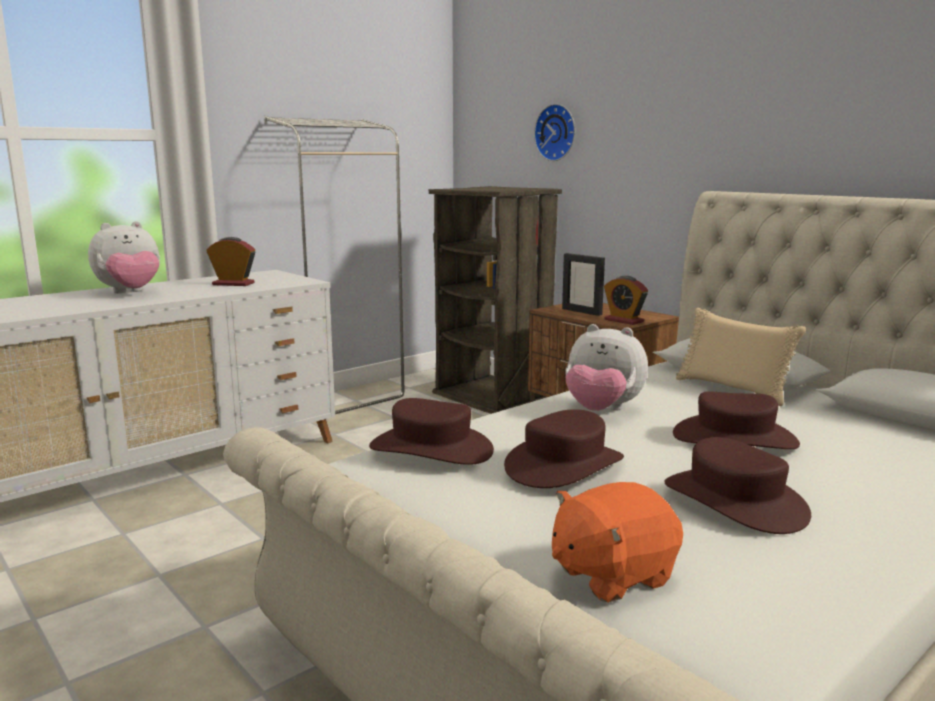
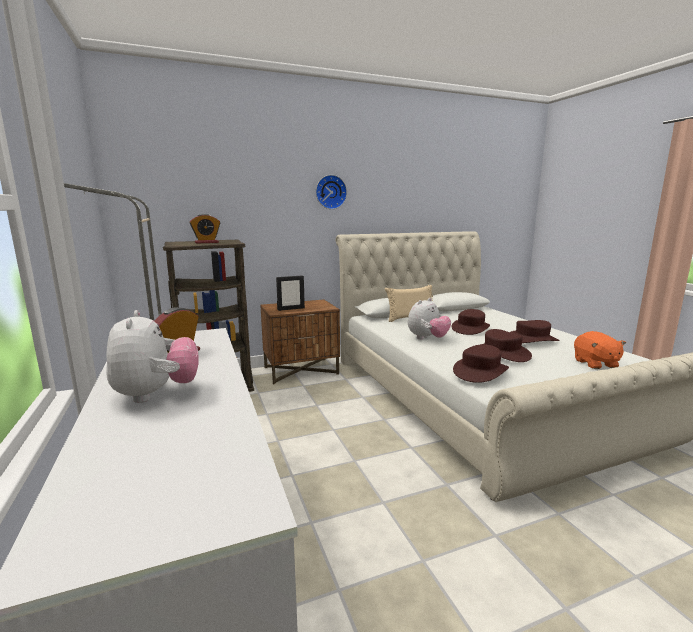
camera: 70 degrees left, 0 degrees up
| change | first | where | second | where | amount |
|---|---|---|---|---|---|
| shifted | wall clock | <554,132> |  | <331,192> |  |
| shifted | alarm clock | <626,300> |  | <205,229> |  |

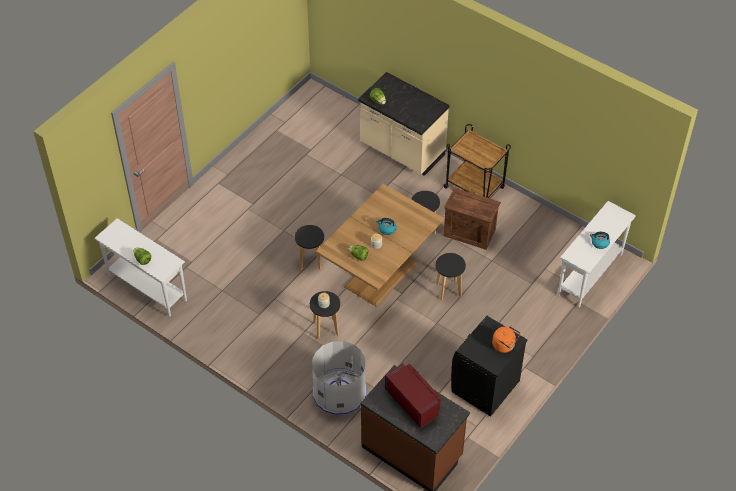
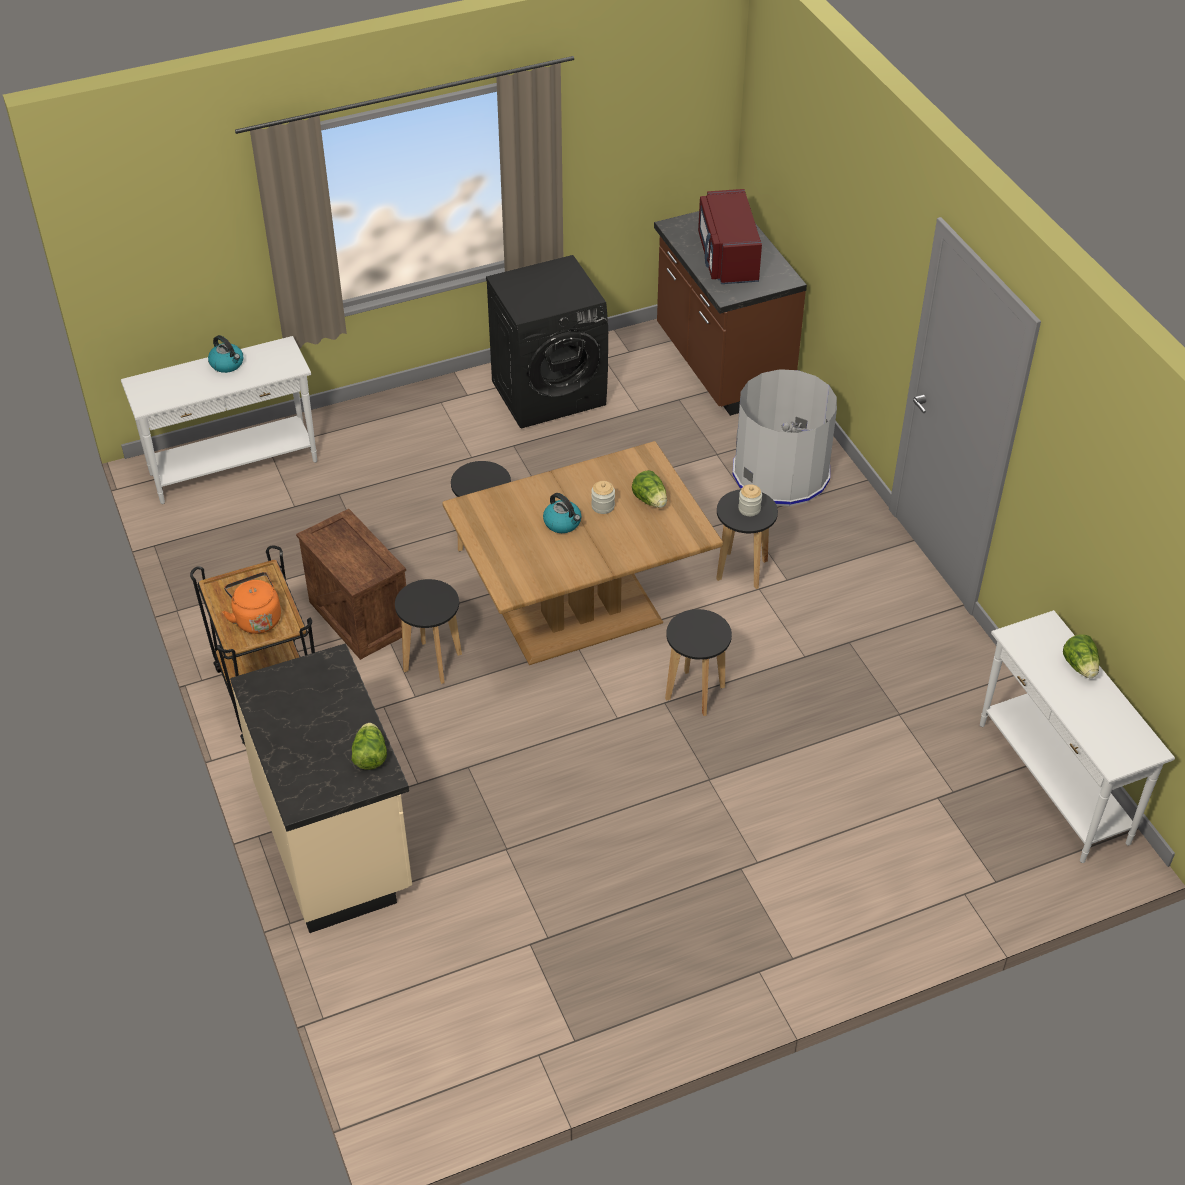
camera: 150 degrees left, 5 degrees down
| change | first | where | second | where | amount |
|---|---|---|---|---|---|
| shifted | kettle (orange) | <506,339> |  | <251,603> |  |

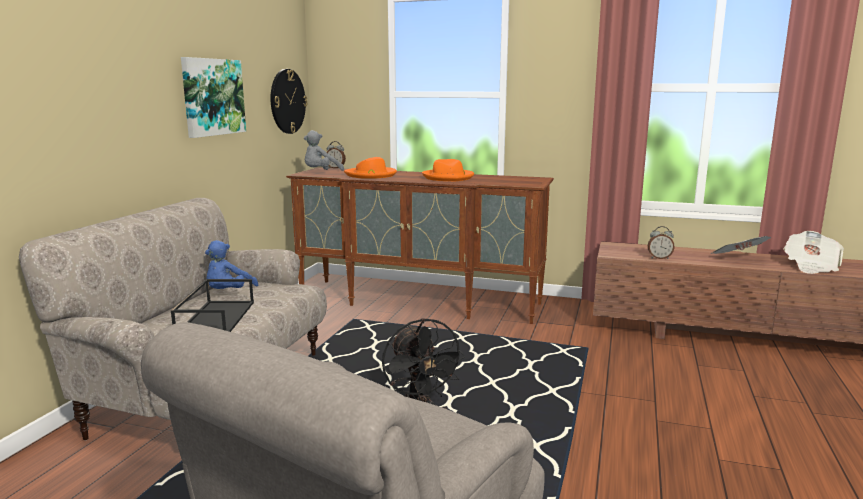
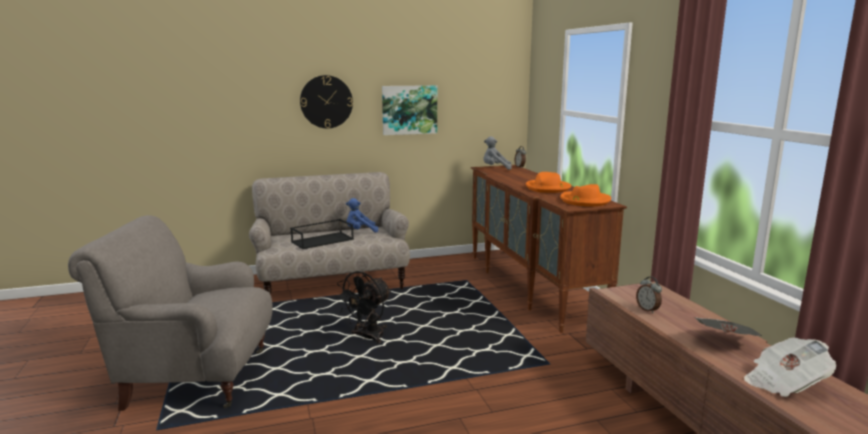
camera: 55 degrees right, 0 degrees up
| change | first | where | second | where | amount |
|---|---|---|---|---|---|
| shifted | wall clock | <289,101> |  | <326,101> |  |
| shifted | hat (orange) | <370,168> |  | <585,195> |  |

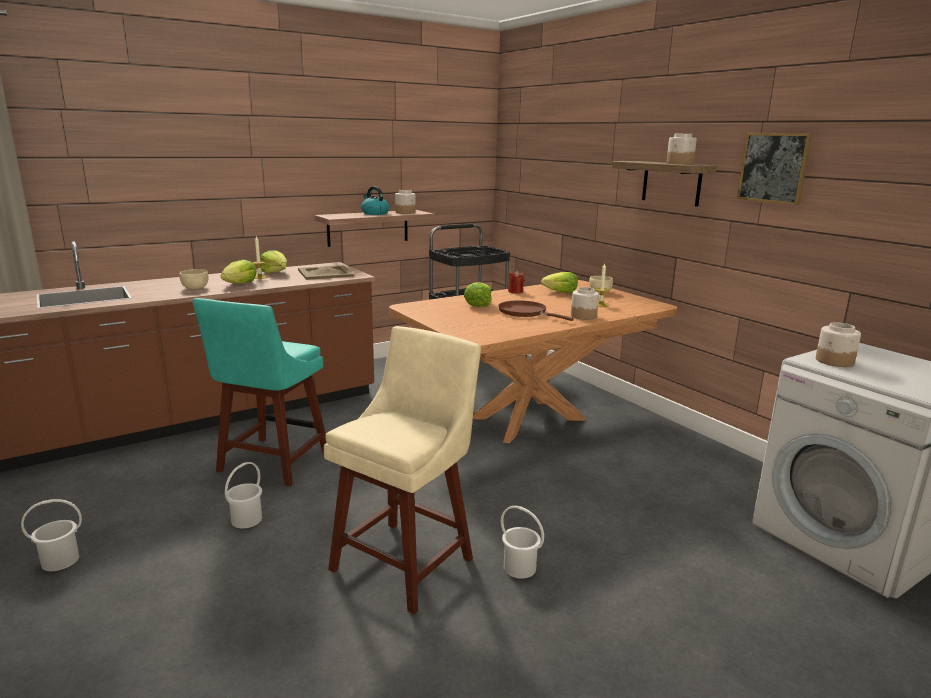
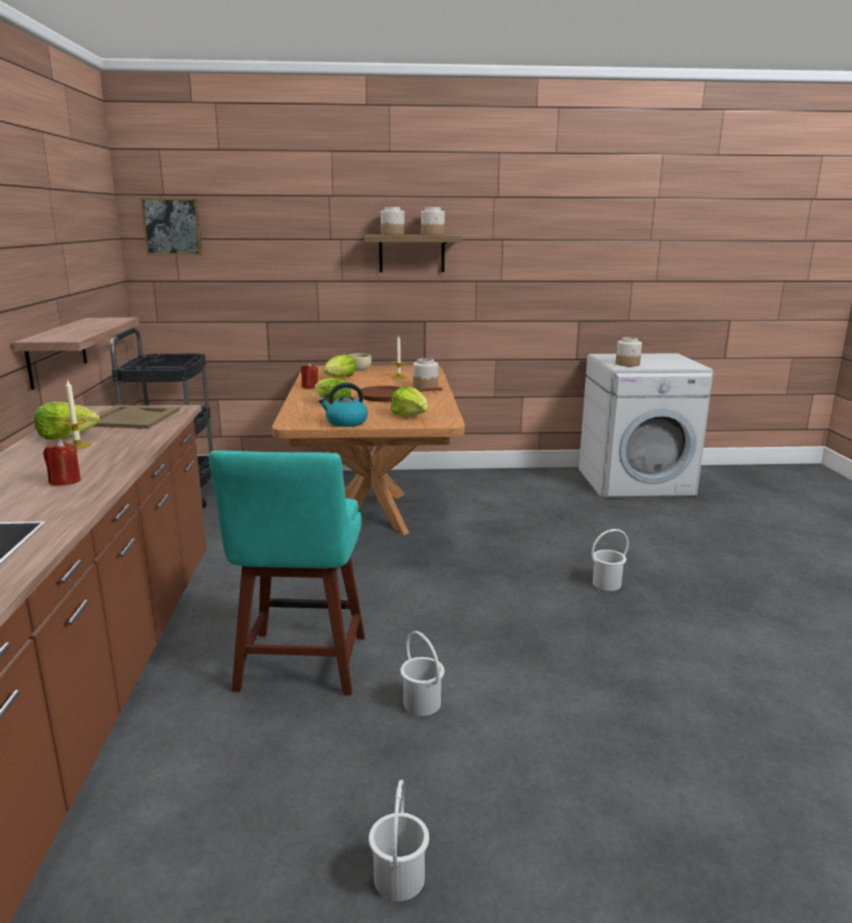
camera: 60 degrees left, 0 degrees up
| change | first | where | second | where | amount |
|---|---|---|---|---|---|
| shifted | picture | <774,169> |  | <171,226> |  |
| shifted | kettle | <375,200> |  | <343,405> |  |
| shifted | jar | <405,202> |  | <393,221> |  |
| shifted | lettuce | <239,271> |  | <410,402> |  |
| swapped | bowl (beige) | <194,279> | candle (red) | <62,463> |  |
| rotated | chair (turquoise) | <259,392> |  | <287,573> | 45 degrees clockwise |
| gone | chair (beige) | <402,470> |  |  |  |

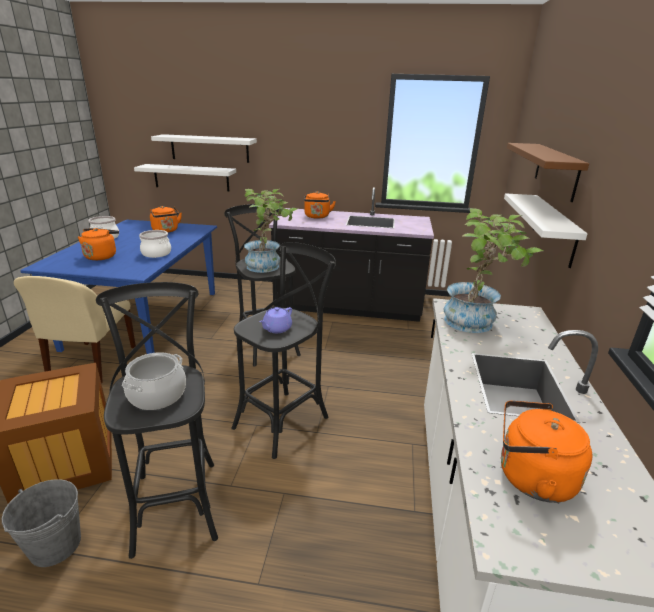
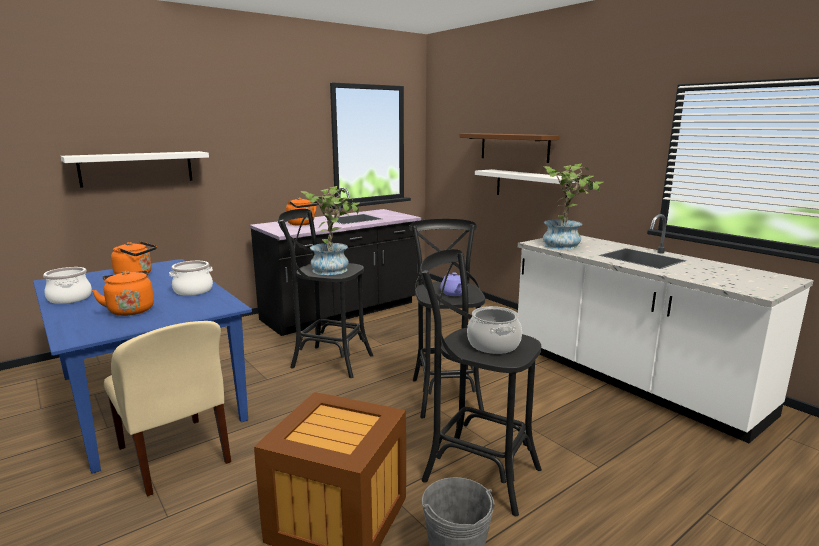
camera: 45 degrees left, 10 degrees down
| change | first | where | second | where | amount |
|---|---|---|---|---|---|
| gone | shelf (white) | <185,177> |  |  |  |
| gone | kettle (orange) | <546,451> |  |  |  |

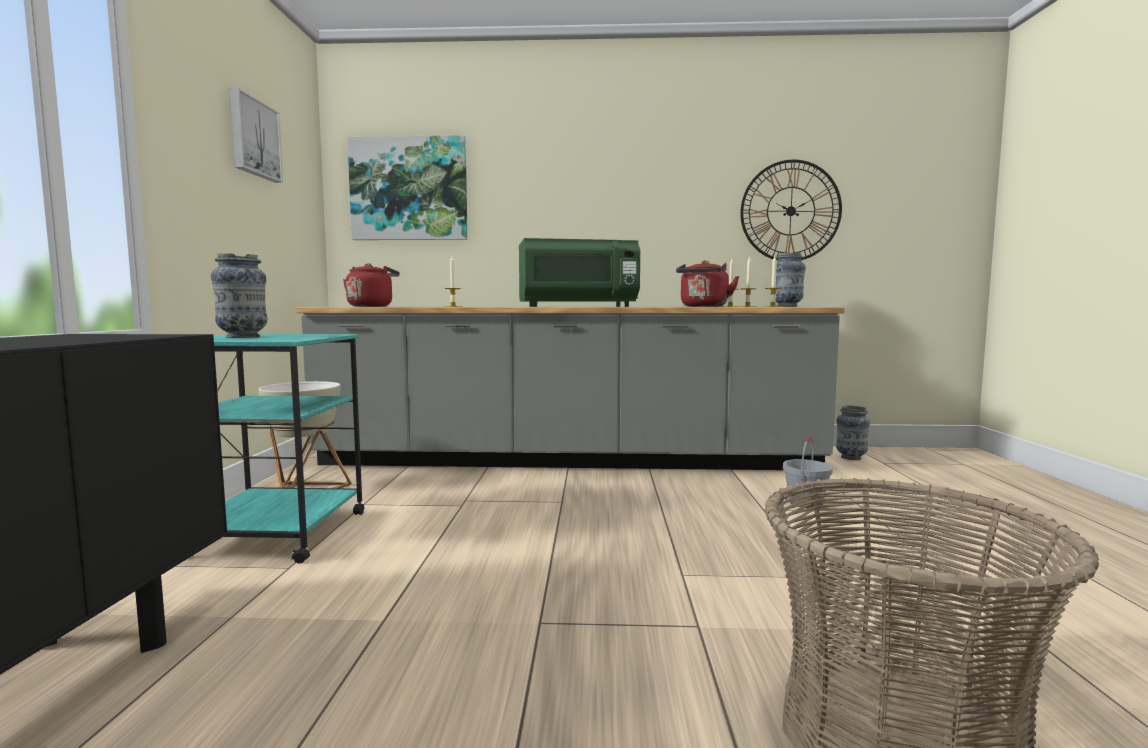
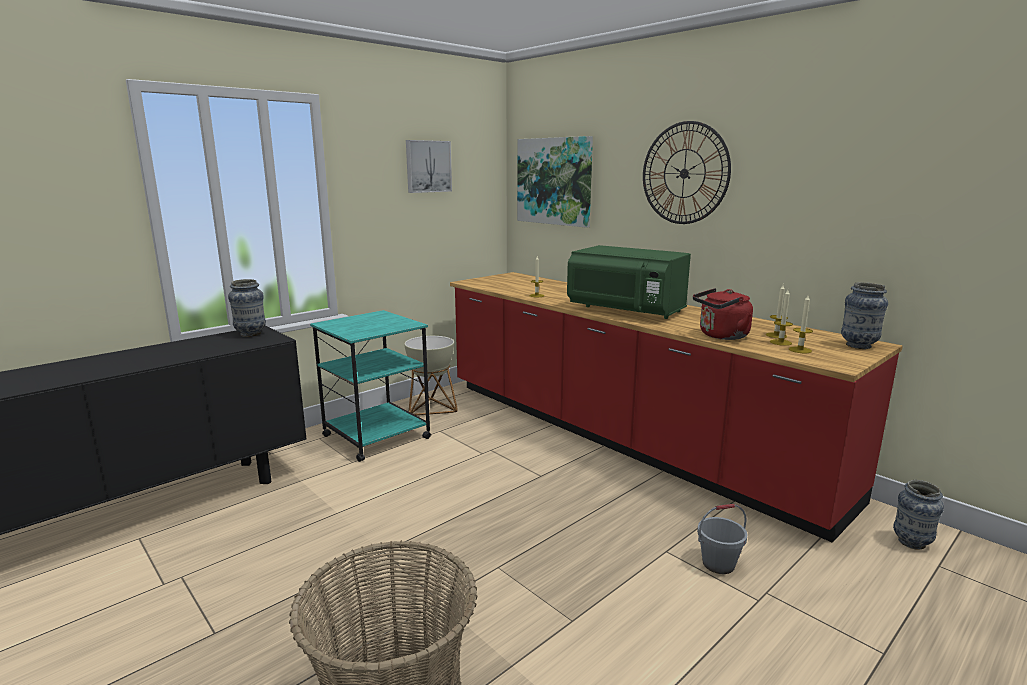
camera: 45 degrees right, 10 degrees up
| change | first | where | second | where | amount |
|---|---|---|---|---|---|
| shifted | wall clock | <791,210> |  | <687,172> |  |
| shifted | vase | <239,295> |  | <247,308> |  |
| gone | kettle (red) | <371,285> |  |  |  |
| repainted | counter (grey) | <570,388> | counter (red) | <676,407> |  |

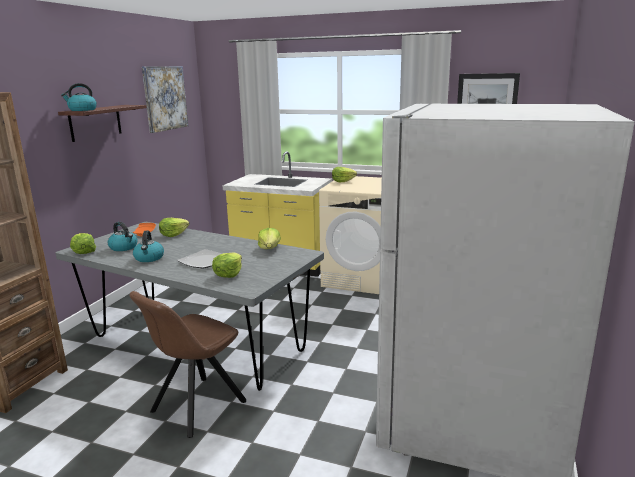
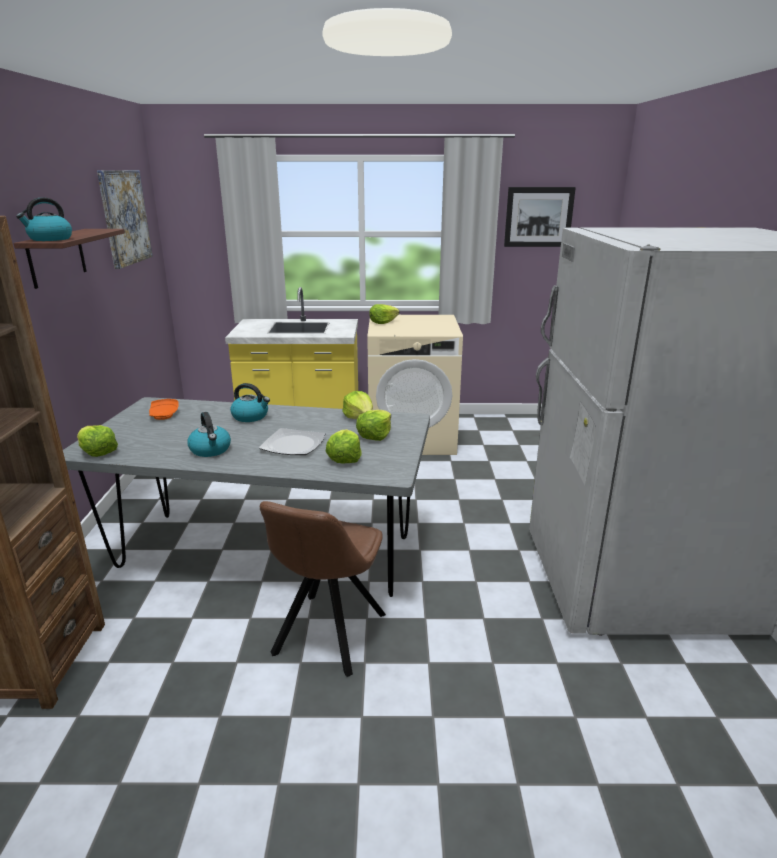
camera: 20 degrees left, 5 degrees up
| change | first | where | second | where | amount |
|---|---|---|---|---|---|
| shifted | lettuce | <174,227> |  | <373,425> |  |
| shifted | kettle | <122,236> |  | <250,402> |  |

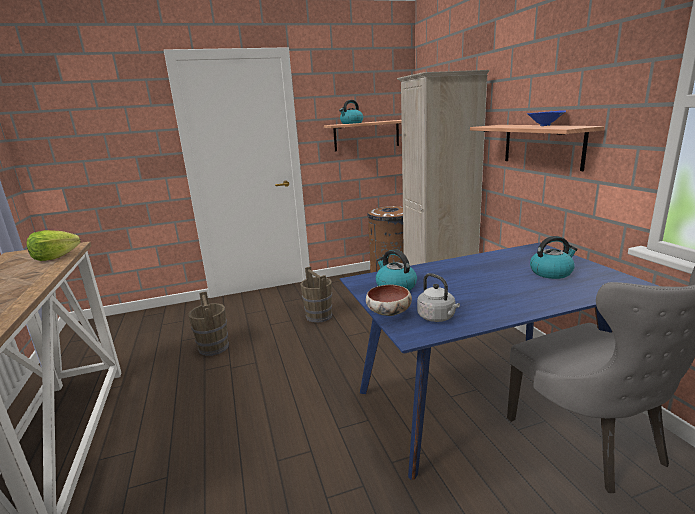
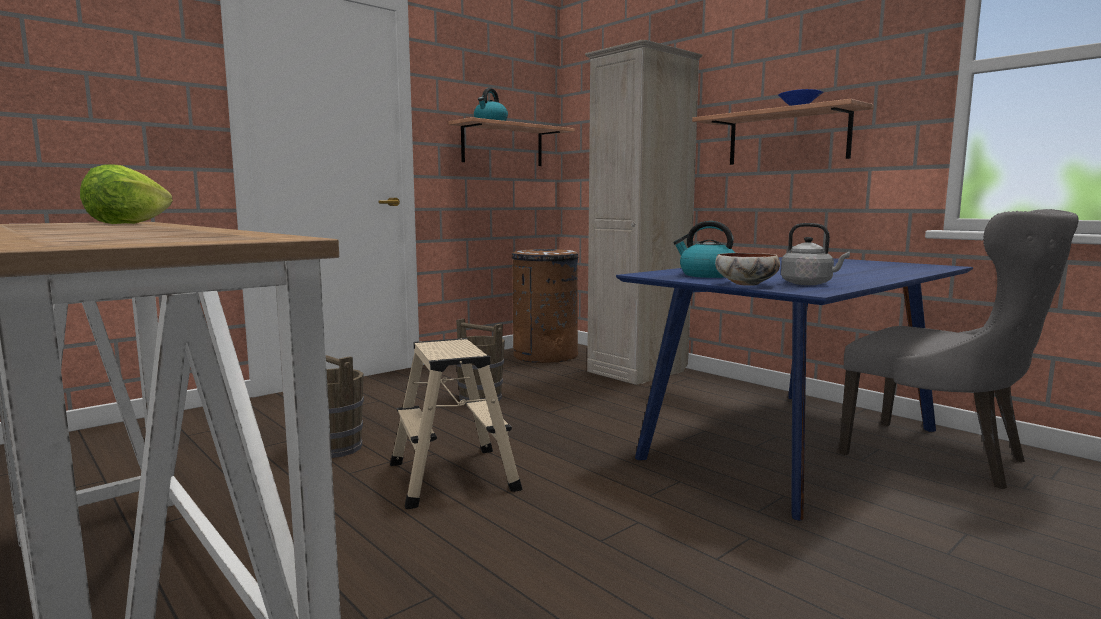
camera: 25 degrees left, 10 degrees down
| change | first | where | second | where | amount |
|---|---|---|---|---|---|
| gone | kettle | <554,257> |  |  |  |
| new |  |  | step ladder (beige) | <456,423> |  |

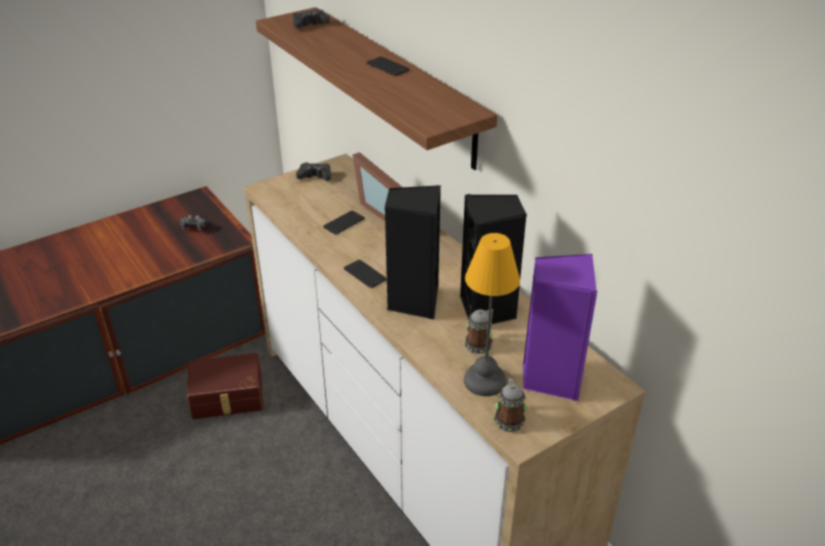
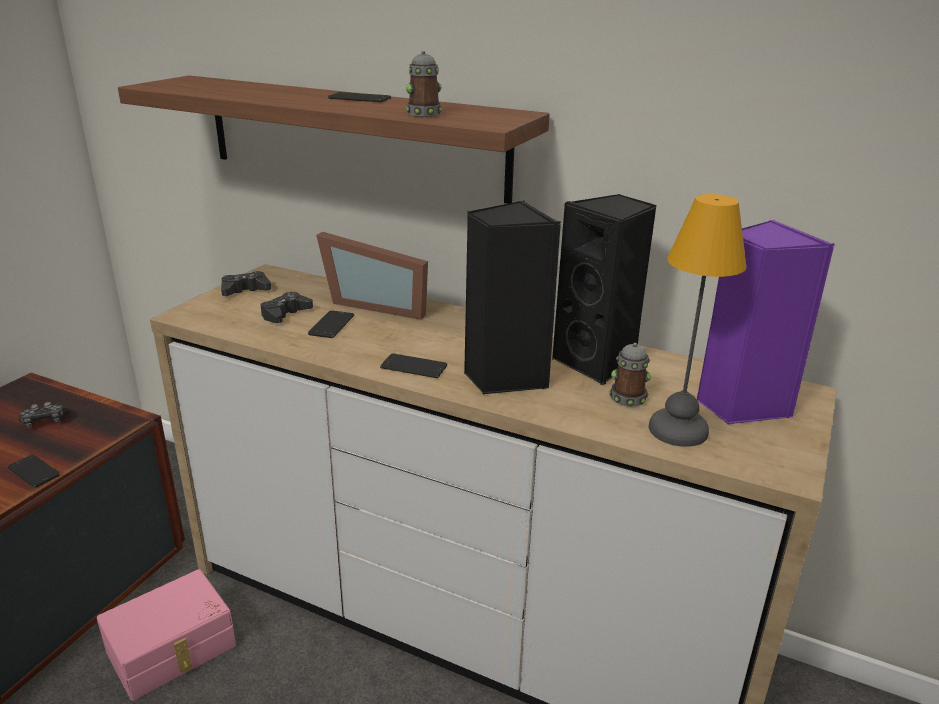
camera: 30 degrees left, 10 degrees down
| change | first | where | second | where | amount |
|---|---|---|---|---|---|
| shifted | game controller (black) | <311,19> |  | <287,307> |  |
| repainted | storage box (brown) | <225,386> | storage box (pink) | <166,635> |  |
| shifted | mug | <510,405> |  | <424,84> |  |
| new |  |  | phone | <33,471> |  |

